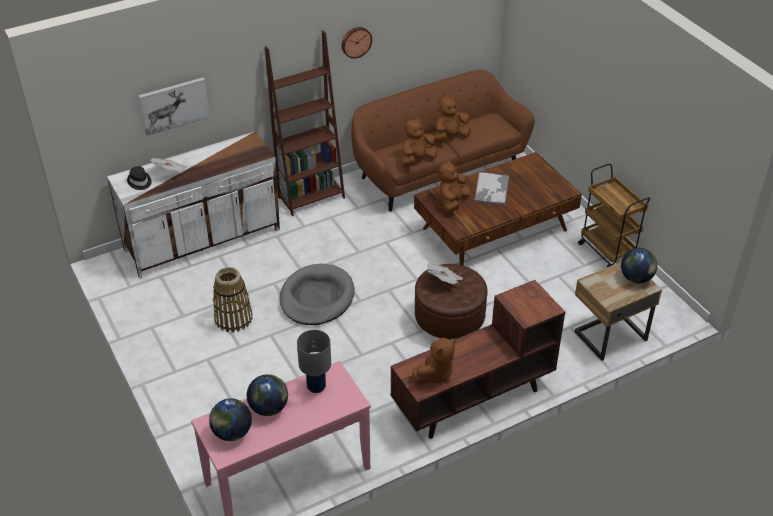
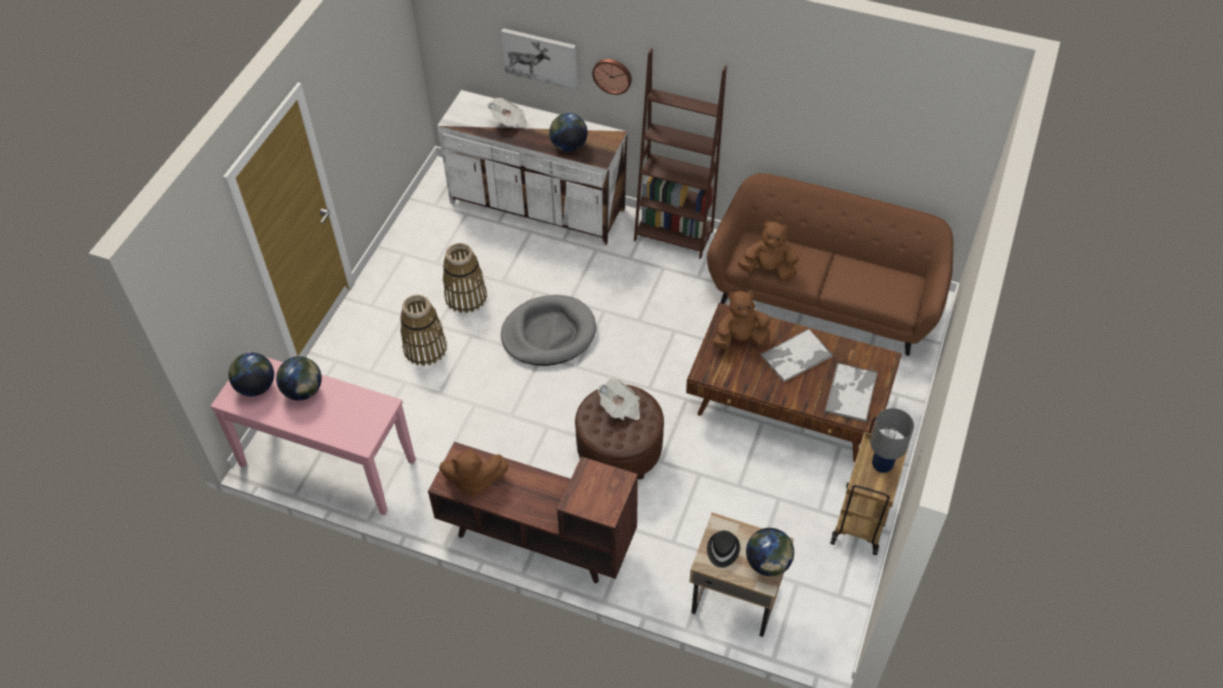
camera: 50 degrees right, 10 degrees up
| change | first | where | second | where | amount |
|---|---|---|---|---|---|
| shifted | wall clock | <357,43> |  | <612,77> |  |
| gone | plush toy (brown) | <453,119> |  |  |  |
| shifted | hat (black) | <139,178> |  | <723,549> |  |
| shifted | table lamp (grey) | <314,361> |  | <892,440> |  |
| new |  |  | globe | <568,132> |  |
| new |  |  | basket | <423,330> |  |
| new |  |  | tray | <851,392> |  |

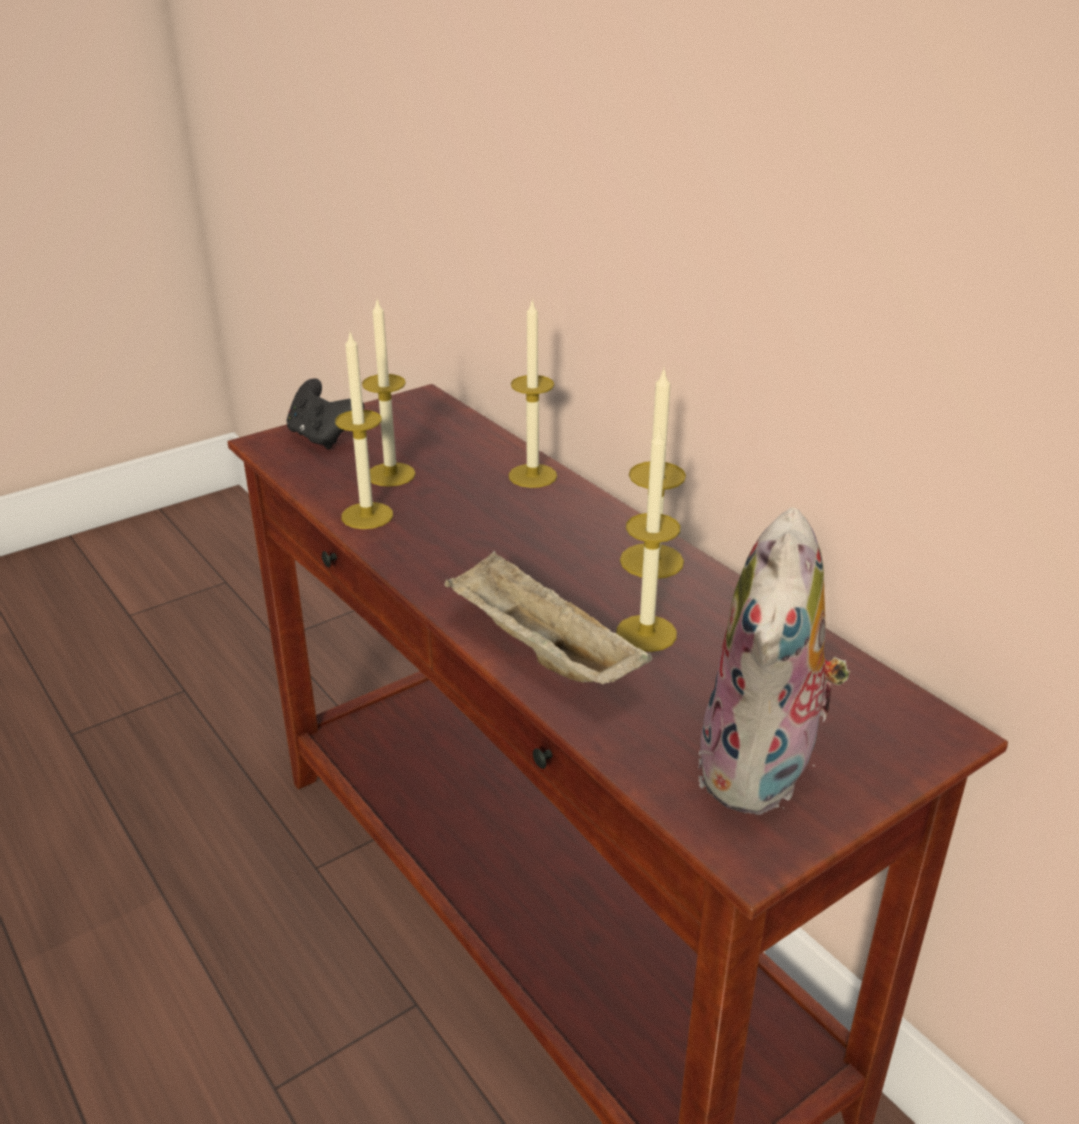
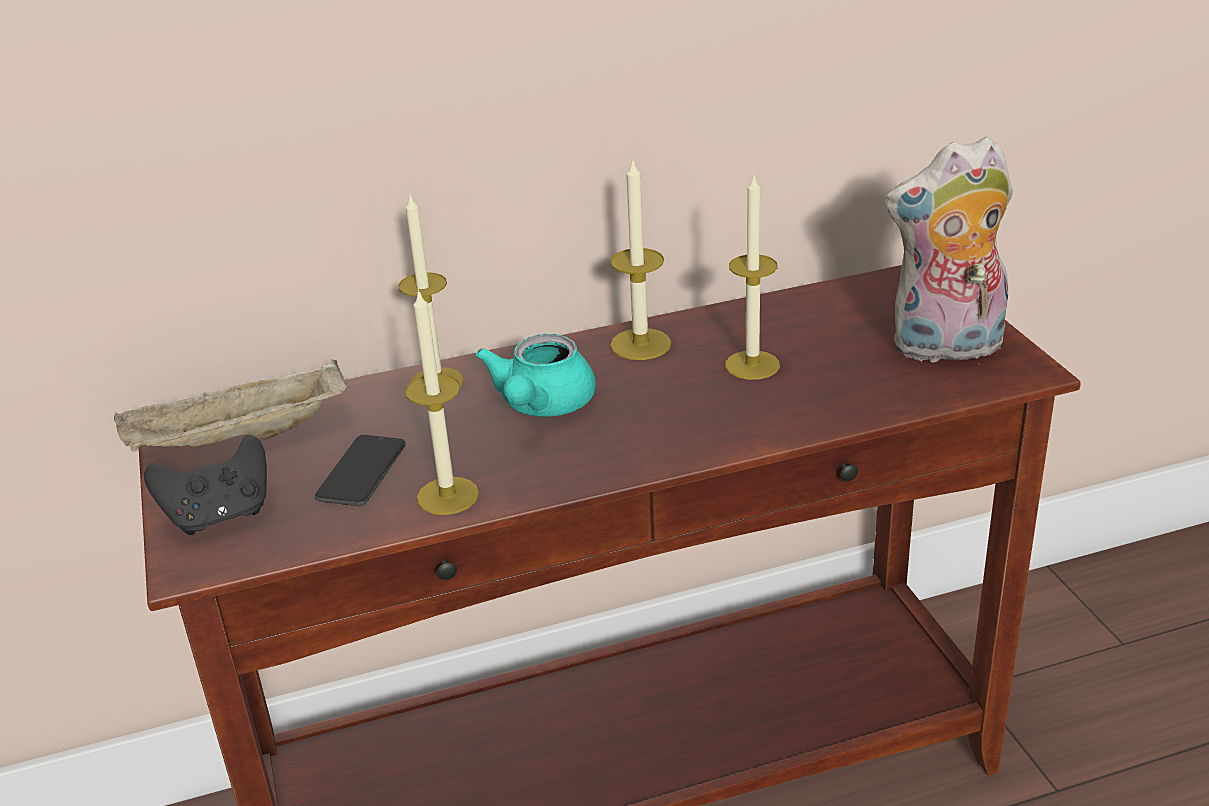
camera: 70 degrees left, 0 degrees up
| change | first | where | second | where | amount |
|---|---|---|---|---|---|
| swapped | candle | <389,393> | phone | <360,470> |  |
| rotated | plush toy | <774,661> |  | <949,250> | 135 degrees clockwise |
| shifted | tray (beige) | <548,618> |  | <230,406> |  |
| new |  |  | teapot (turquoise) | <536,375> |  |

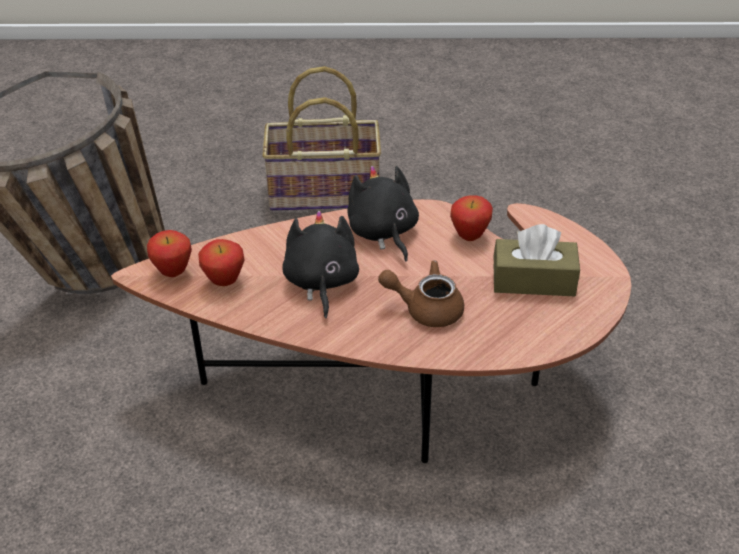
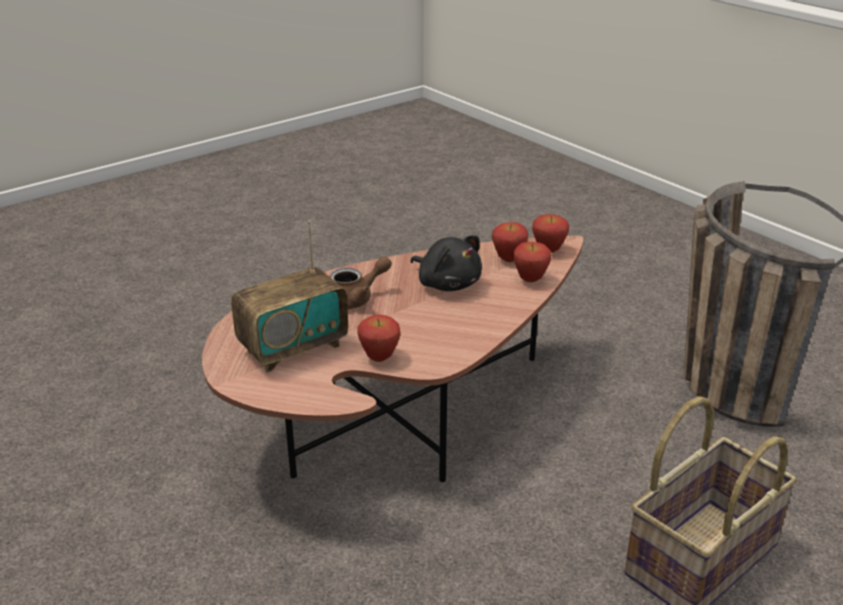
camera: 140 degrees right, 10 degrees down
| change | first | where | second | where | amount |
|---|---|---|---|---|---|
| gone | plush toy (black) | <383,213> |  |  |  |
| swapped | tissue box (brown) | <537,260> | radio | <289,296> |  |
| new |  |  | apple | <532,262> |  |

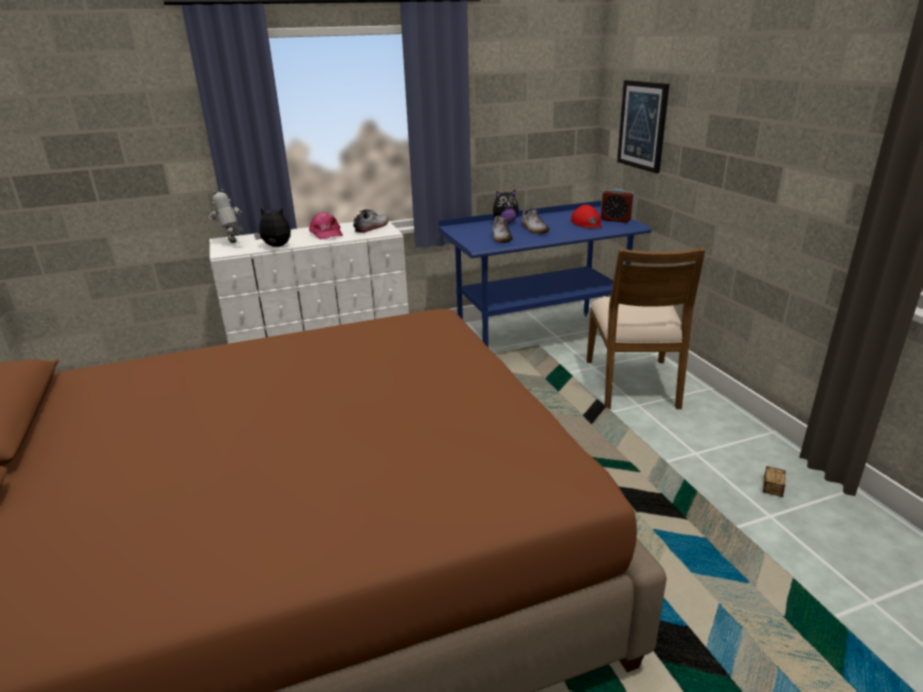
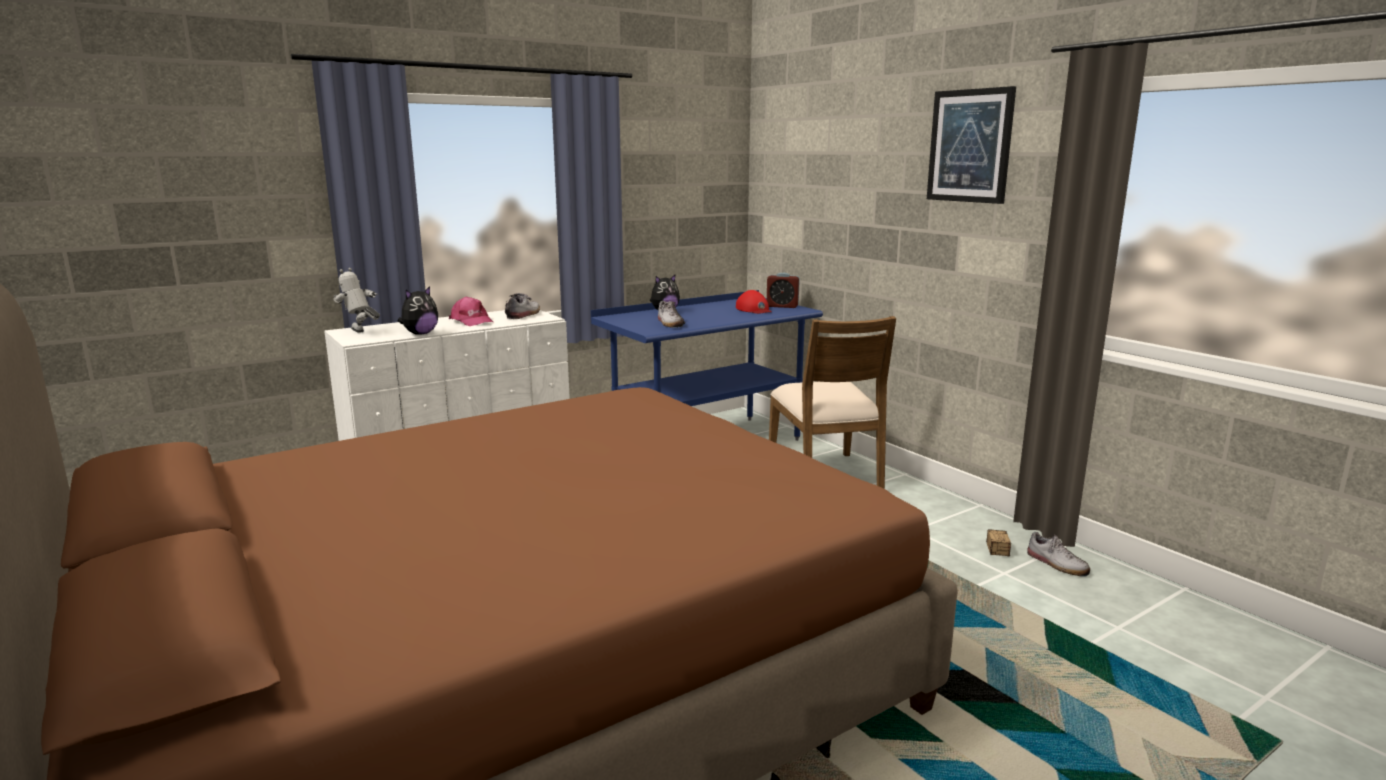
camera: 15 degrees left, 10 degrees down
| change | first | where | second | where | amount |
|---|---|---|---|---|---|
| shifted | picture | <643,126> |  | <971,145> |  |
| rotated | plush toy | <272,227> |  | <418,310> | 135 degrees clockwise |
| shifted | shoe | <535,221> |  | <1058,554> |  |

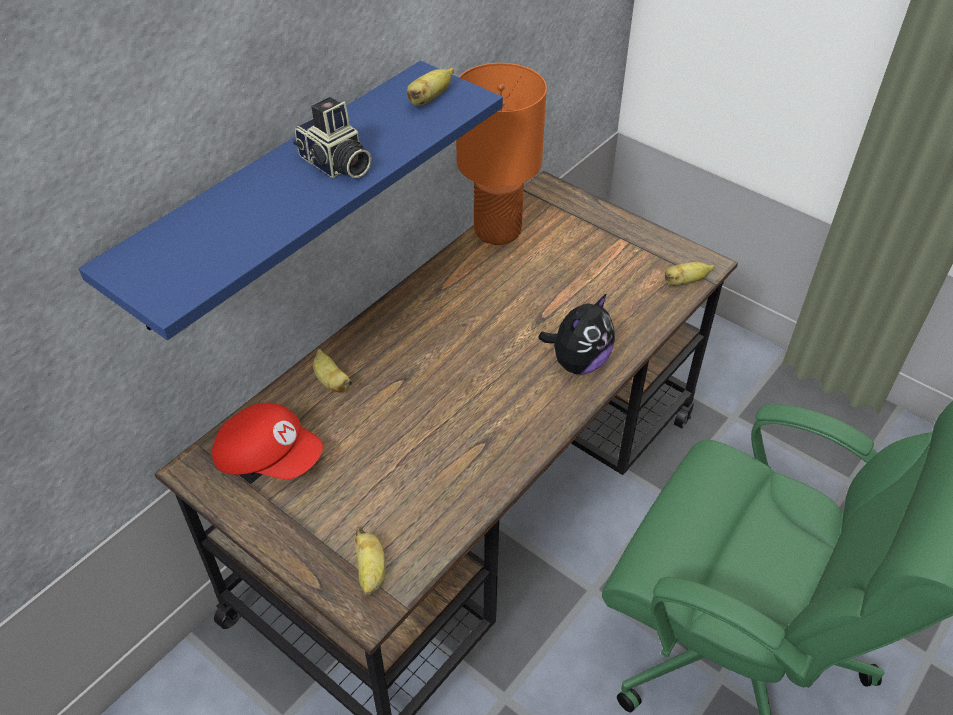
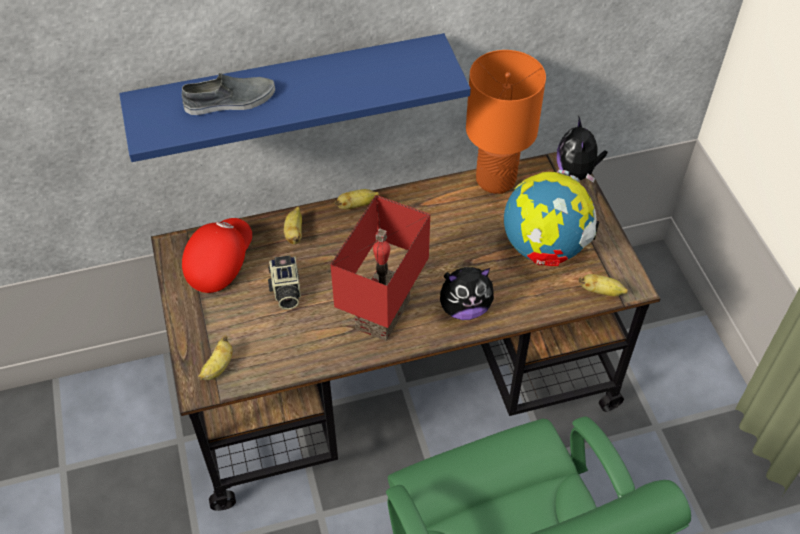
camera: 35 degrees right, 5 degrees up
| change | first | where | second | where | amount |
|---|---|---|---|---|---|
| shifted | banana | <430,86> |  | <357,199> |  |
| shifted | photo camera | <332,137> |  | <284,282> |  |
| rotated | cap (red) | <267,441> |  | <217,255> | 120 degrees counterclockwise |
| new |  |  | shoe (grey) | <228,94> |  |
| new |  |  | plush toy | <582,150> |  |
| new |  |  | globe | <552,217> |  |
| new |  |  | table lamp (red) | <380,268> |  |

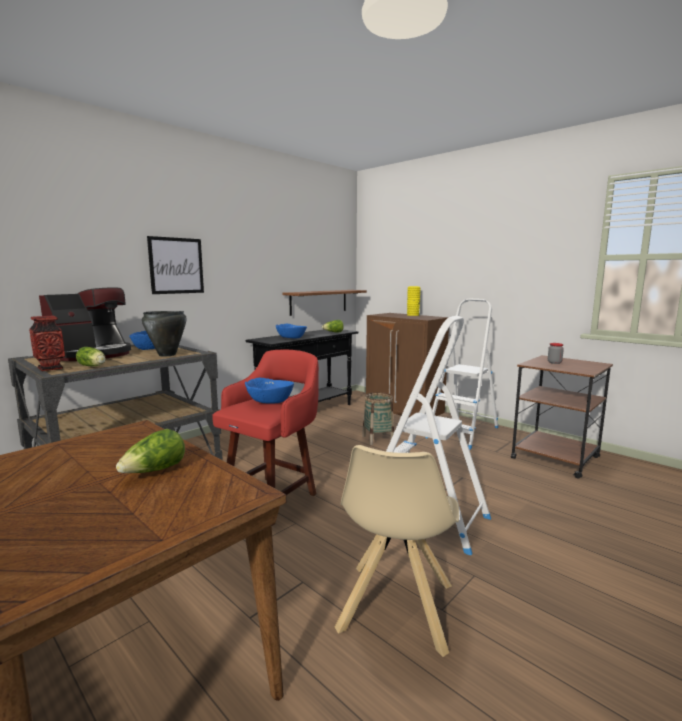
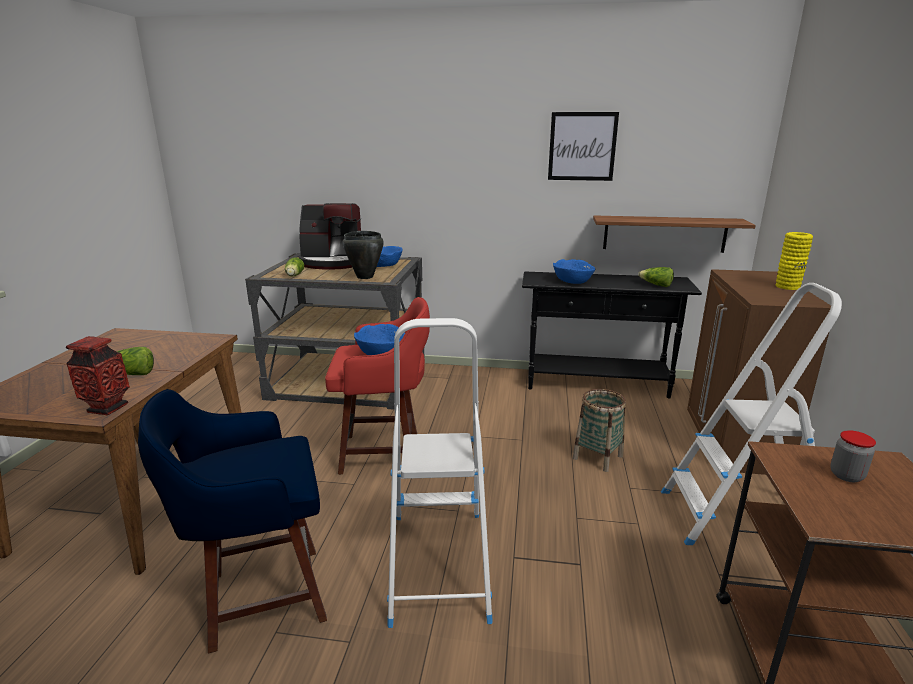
camera: 55 degrees right, 10 degrees up
| change | first | where | second | where | amount |
|---|---|---|---|---|---|
| shifted | picture | <175,265> |  | <583,146> |  |
| shifted | vase | <47,343> |  | <98,375> |  |
| swapped | chair (beige) | <397,551> | stool (blue) | <232,521> |  |

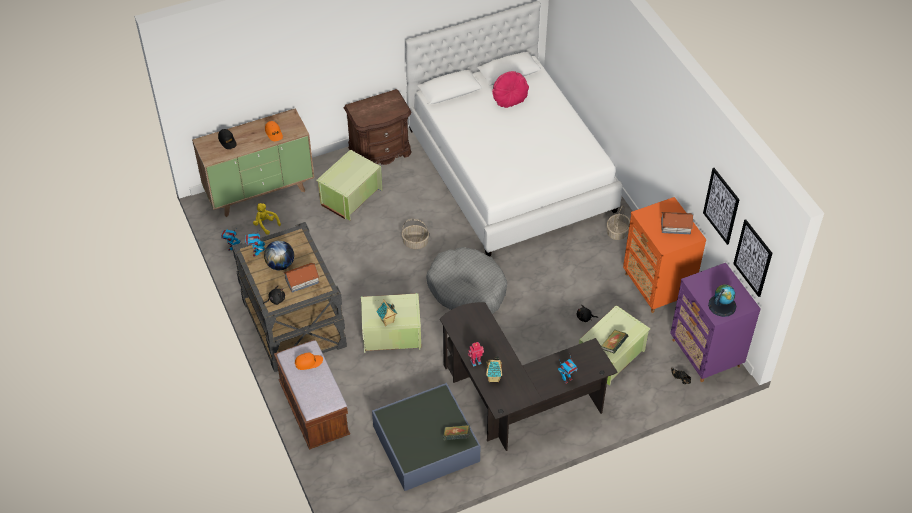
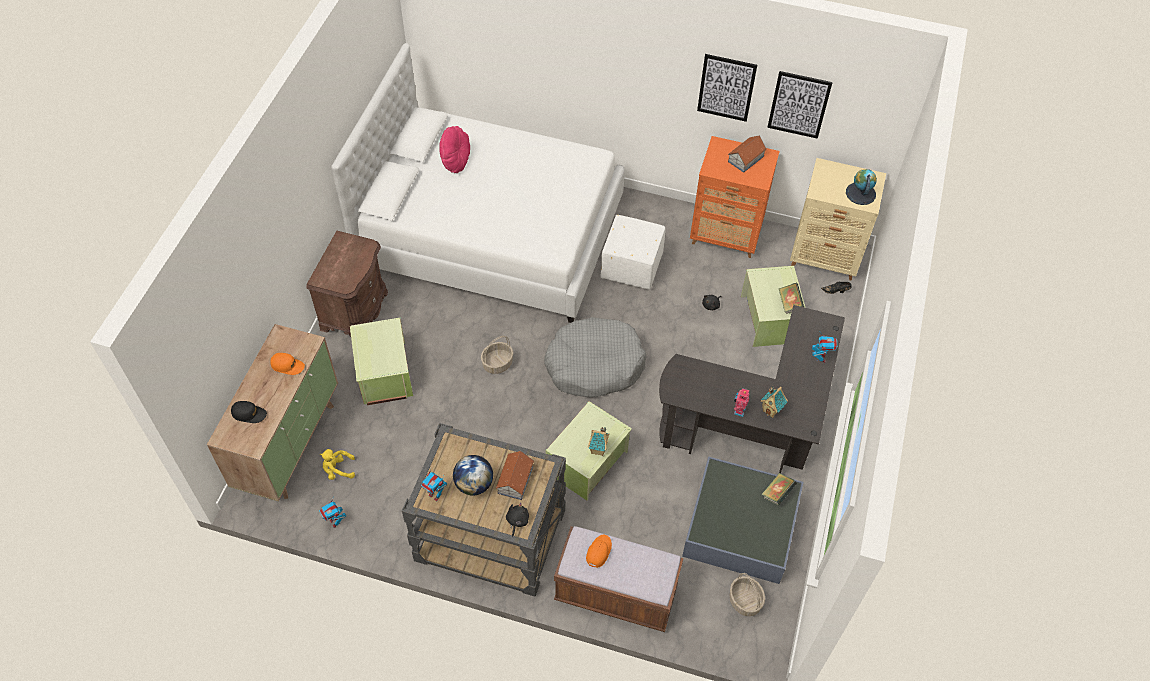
camera: 50 degrees left, 5 degrees up
| change | first | where | second | where | amount |
|---|---|---|---|---|---|
| shifted | basket | <618,223> |  | <747,594> |  |
| shifted | picture | <752,258> |  | <727,88> |  |
| repainted | dresser (purple) | <715,322> | dresser (beige) | <838,219> |  |
| new |  |  | ottoman (white) | <633,252> |  |

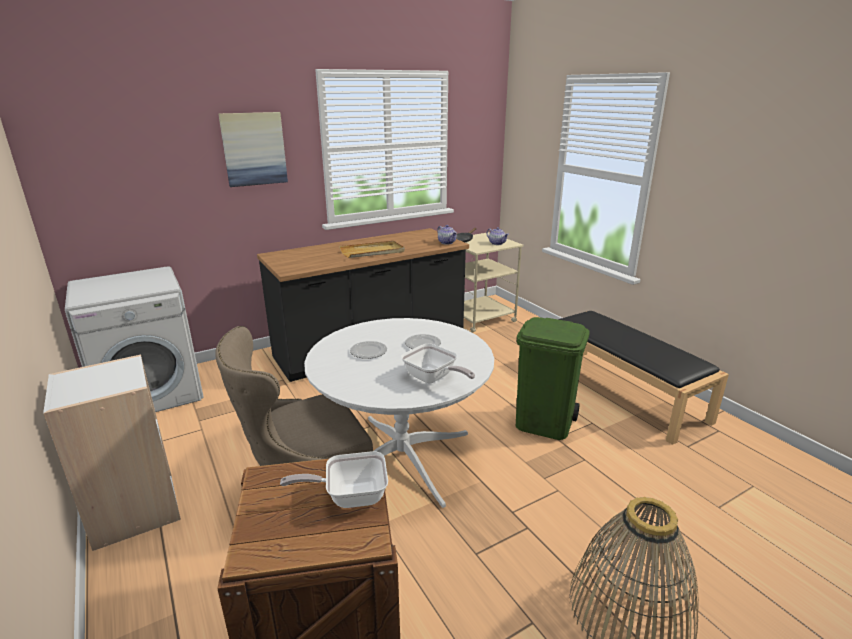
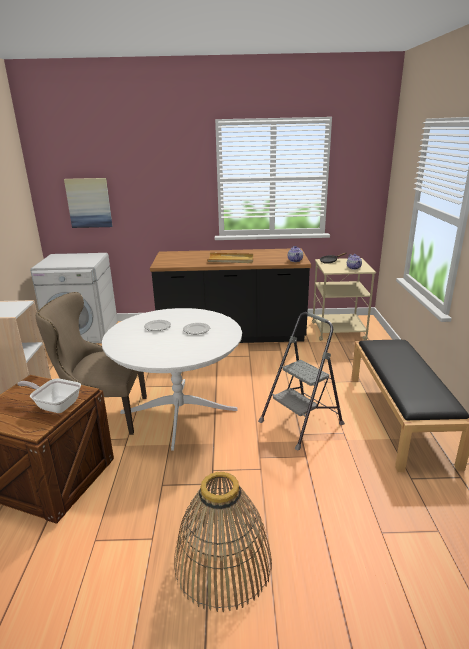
camera: 30 degrees right, 0 degrees up
| change | first | where | second | where | amount |
|---|---|---|---|---|---|
| shifted | picture | <253,149> |  | <88,203> |  |
| swapped | trash can (green) | <553,378> | step ladder (grey) | <301,381> |  |
| gone | frying pan | <438,363> |  |  |  |

